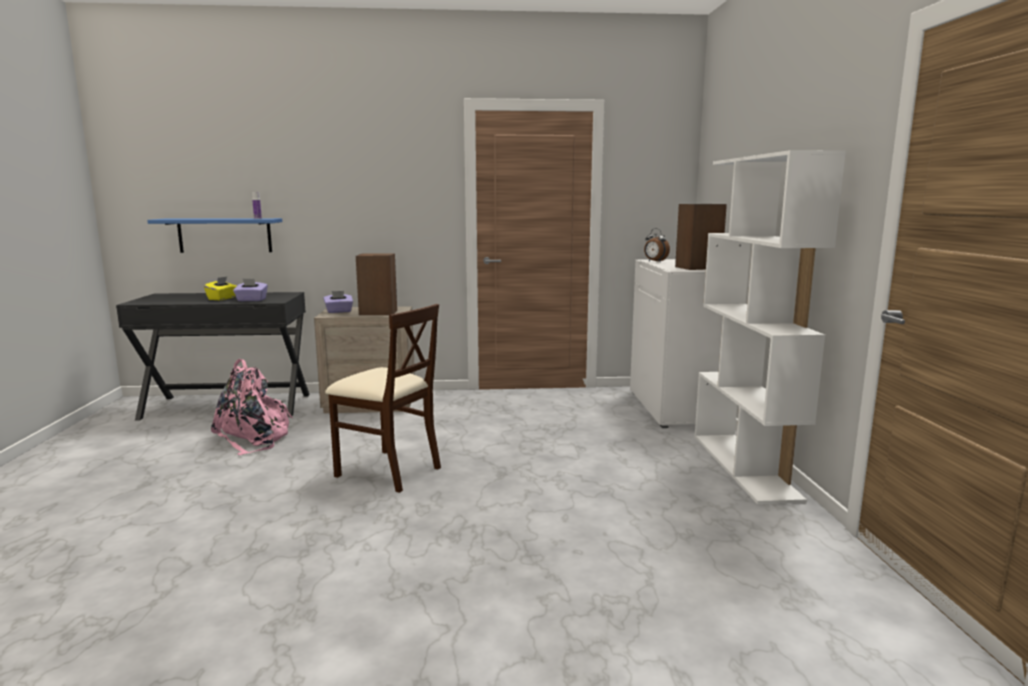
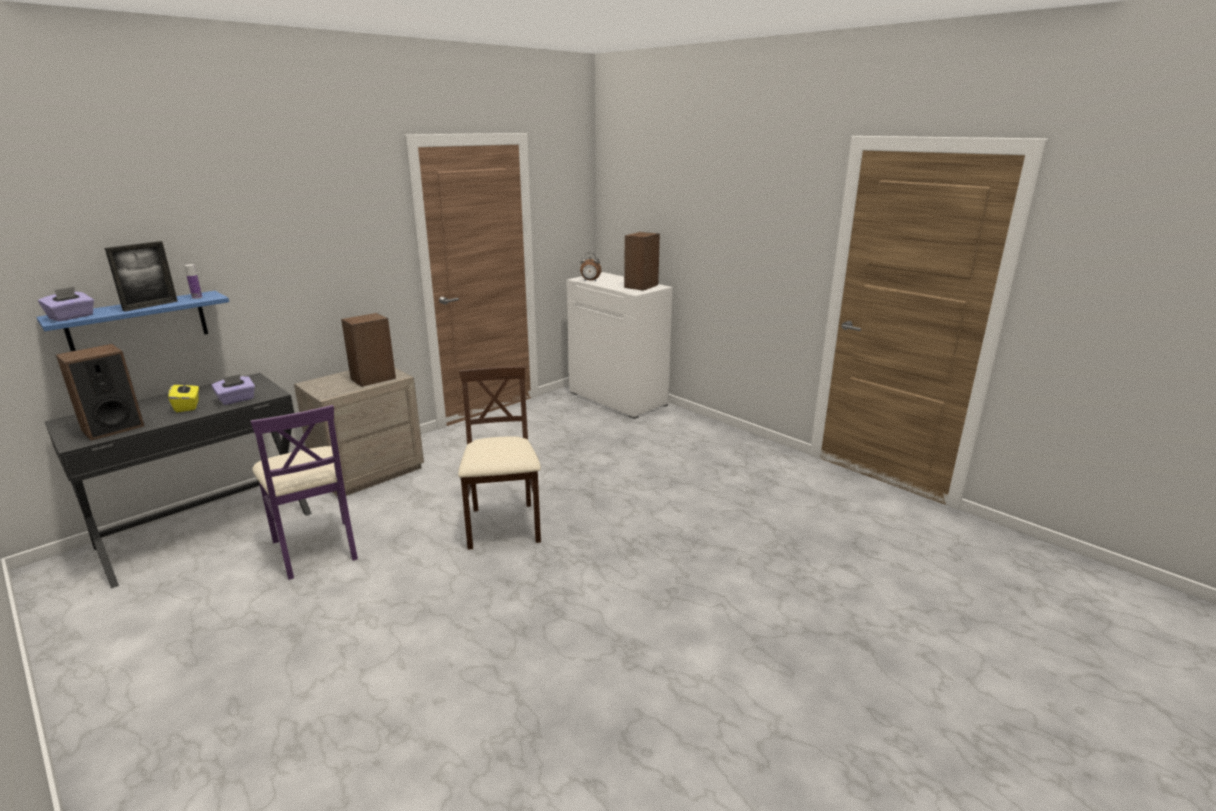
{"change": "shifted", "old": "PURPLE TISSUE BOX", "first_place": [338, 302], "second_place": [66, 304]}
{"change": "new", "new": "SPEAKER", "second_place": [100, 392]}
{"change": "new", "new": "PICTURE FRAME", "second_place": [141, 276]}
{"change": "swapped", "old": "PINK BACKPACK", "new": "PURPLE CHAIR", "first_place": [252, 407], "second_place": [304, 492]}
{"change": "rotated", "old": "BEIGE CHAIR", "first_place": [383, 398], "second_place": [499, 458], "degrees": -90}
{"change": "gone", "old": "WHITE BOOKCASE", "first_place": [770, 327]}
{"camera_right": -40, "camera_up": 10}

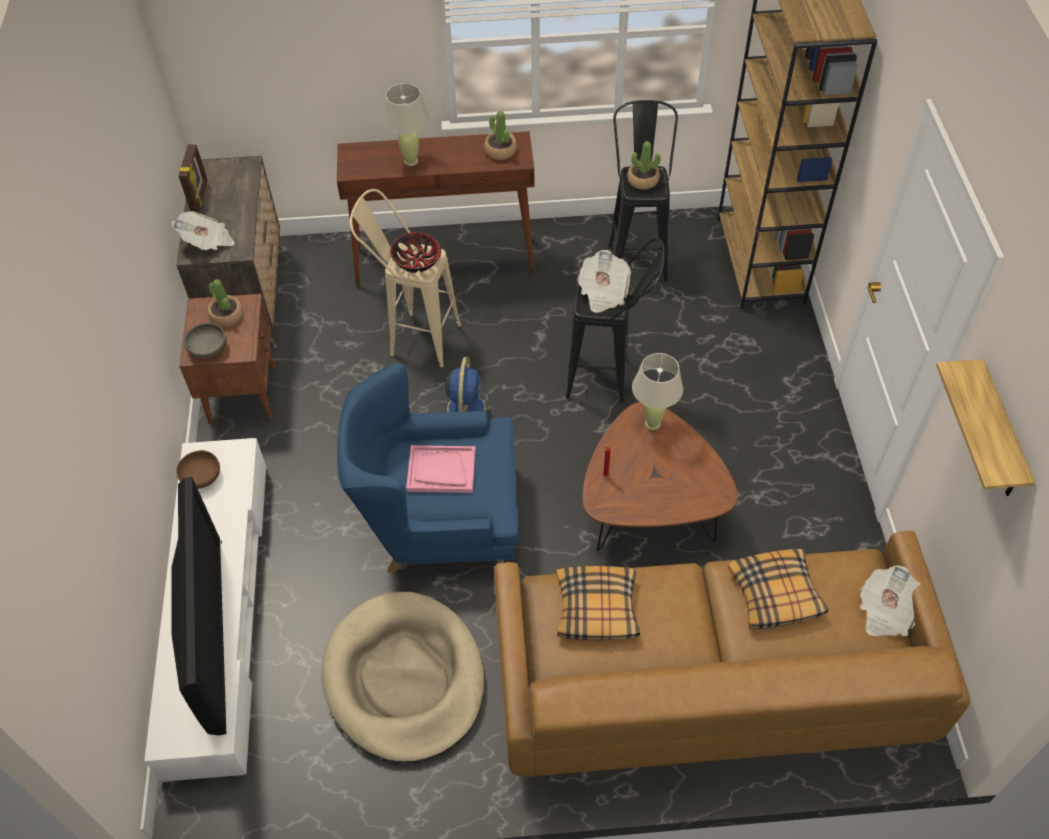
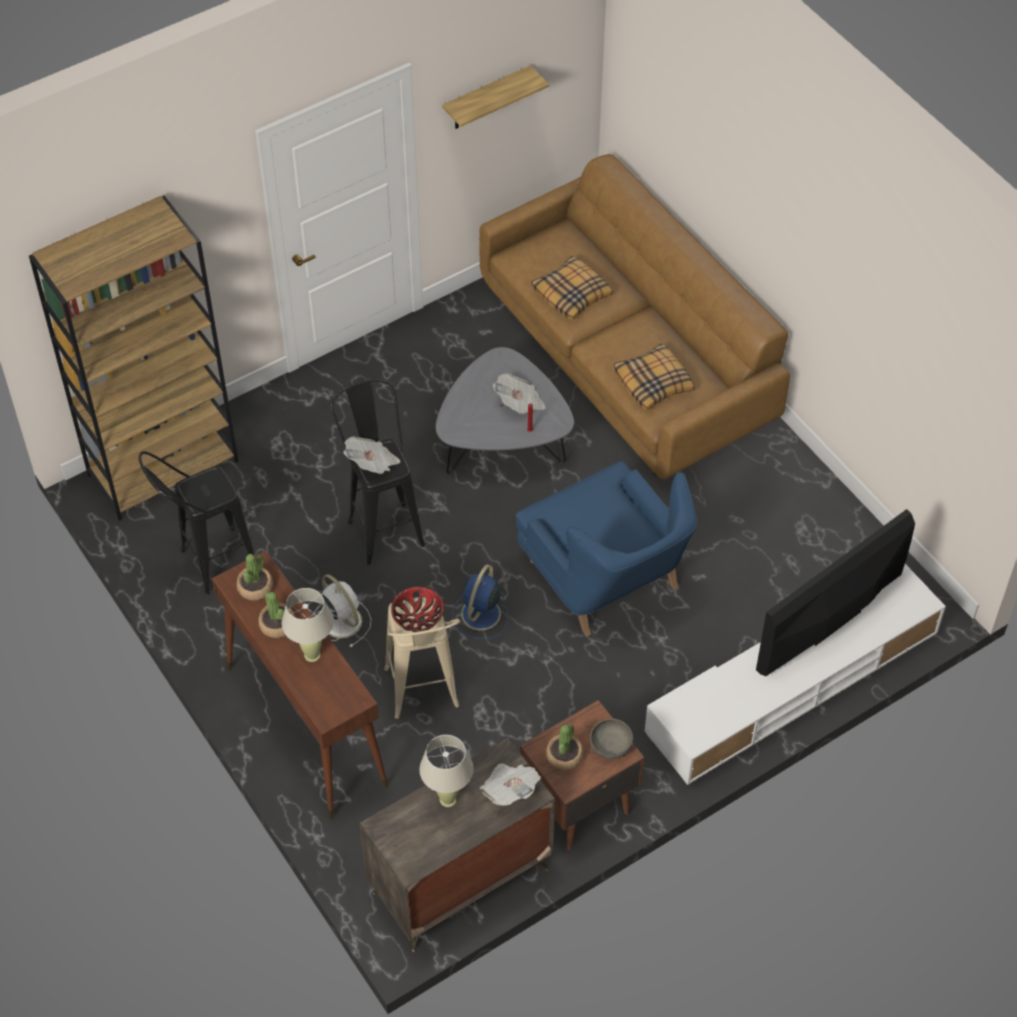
{"change": "shifted", "old": "POTTED PLANT", "first_place": [644, 165], "second_place": [276, 615]}
{"change": "new", "new": "WHITE FAN", "second_place": [342, 610]}
{"change": "shifted", "old": "BEIGE TABLE LAMP", "first_place": [657, 391], "second_place": [446, 771]}
{"change": "repainted", "old": "BROWN COFFEE TABLE", "new": "GREY COFFEE TABLE", "first_place": [660, 476], "second_place": [505, 410]}
{"change": "rotated", "old": "BLUE FAN", "first_place": [466, 389], "second_place": [480, 601], "degrees": -45}
{"change": "shifted", "old": "NEWSPAPER", "first_place": [890, 600], "second_place": [519, 393]}
{"change": "gone", "old": "BROWN BOWL", "first_place": [198, 469]}
{"change": "gone", "old": "PICTURE FRAME", "first_place": [193, 177]}
{"change": "gone", "old": "BEIGE DOG BED", "first_place": [402, 677]}
{"change": "gone", "old": "PINK TRAY", "first_place": [441, 469]}
{"camera_right": -120, "camera_up": 0}

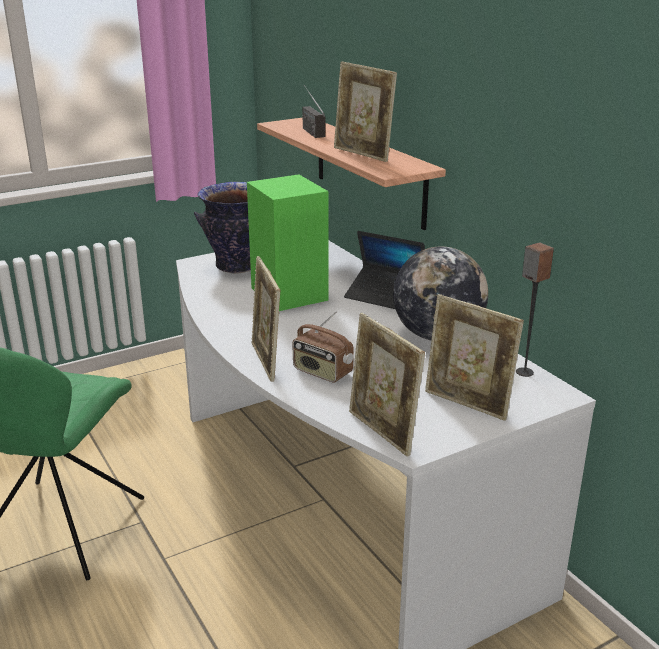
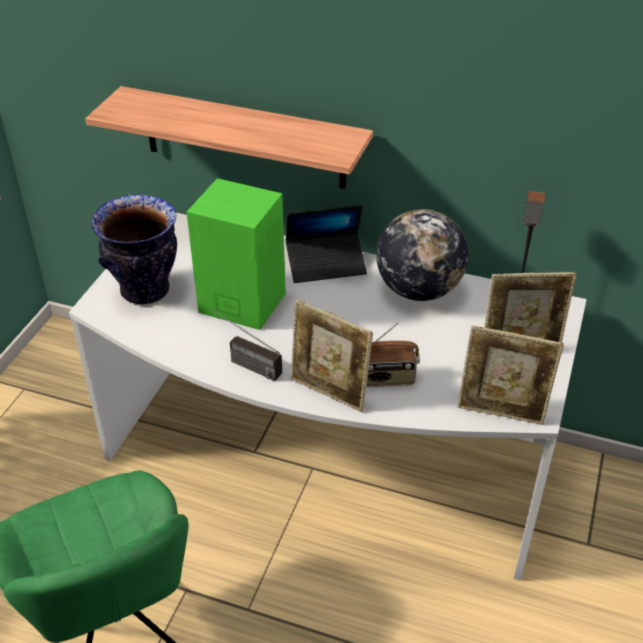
{"change": "shifted", "old": "RADIO", "first_place": [313, 111], "second_place": [246, 345]}
{"change": "gone", "old": "PICTURE FRAME", "first_place": [365, 111]}
{"camera_right": -40, "camera_up": 15}

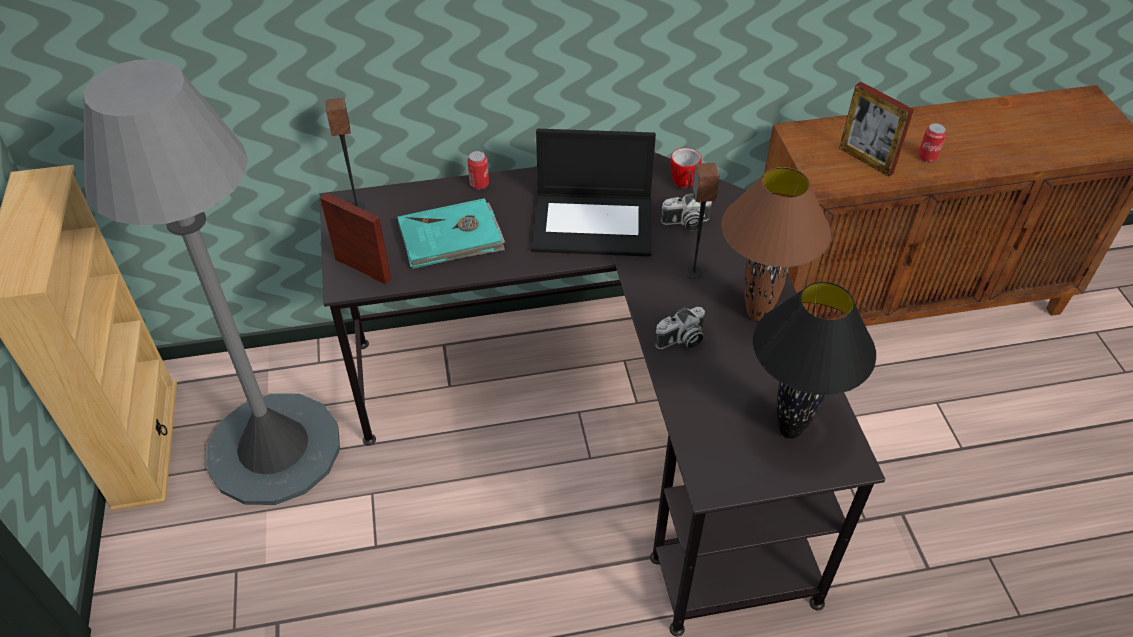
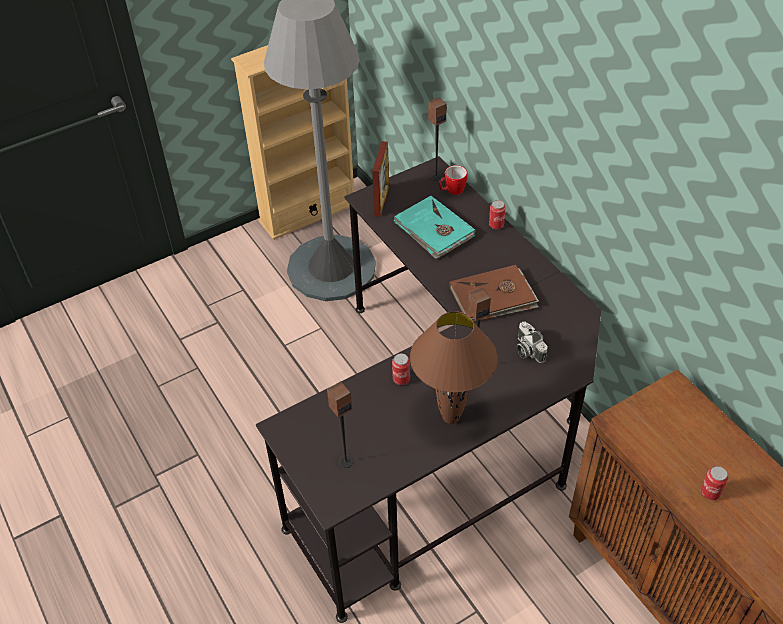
{"change": "swapped", "old": "BLACK TABLE LAMP", "new": "SPEAKER", "first_place": [814, 360], "second_place": [340, 424]}
{"change": "swapped", "old": "PHOTO CAMERA", "new": "CAN", "first_place": [680, 328], "second_place": [401, 369]}
{"change": "shifted", "old": "MUG", "first_place": [686, 168], "second_place": [453, 180]}
{"change": "swapped", "old": "LAPTOP", "new": "BROWN BOOK", "first_place": [593, 193], "second_place": [494, 293]}
{"change": "gone", "old": "PICTURE FRAME", "first_place": [876, 129]}
{"camera_right": 70, "camera_up": 0}

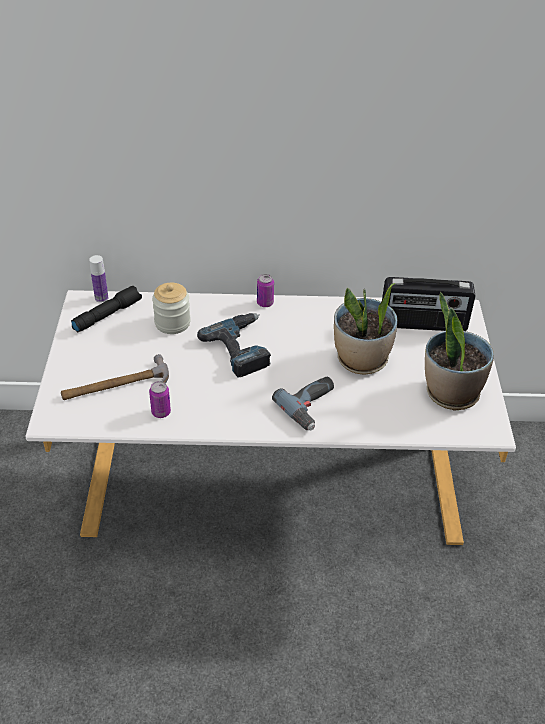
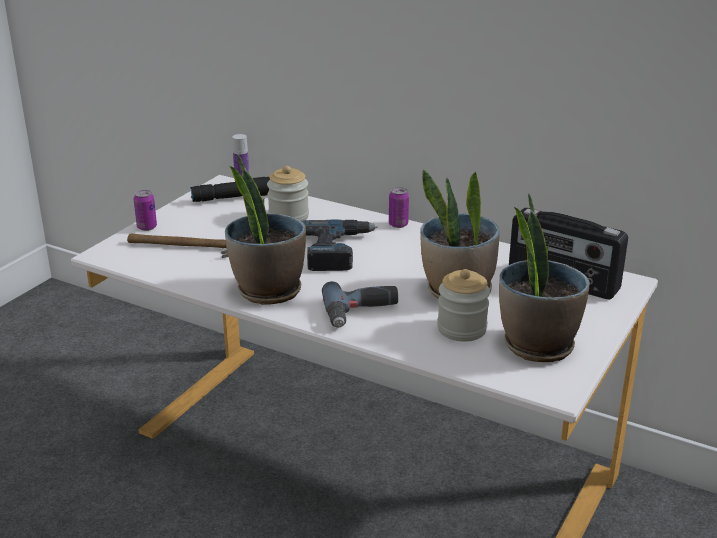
{"change": "shifted", "old": "CAN", "first_place": [160, 399], "second_place": [145, 210]}
{"change": "new", "new": "POTTED PLANT", "second_place": [265, 229]}
{"change": "new", "new": "JAR", "second_place": [463, 305]}
{"camera_right": 30, "camera_up": -15}

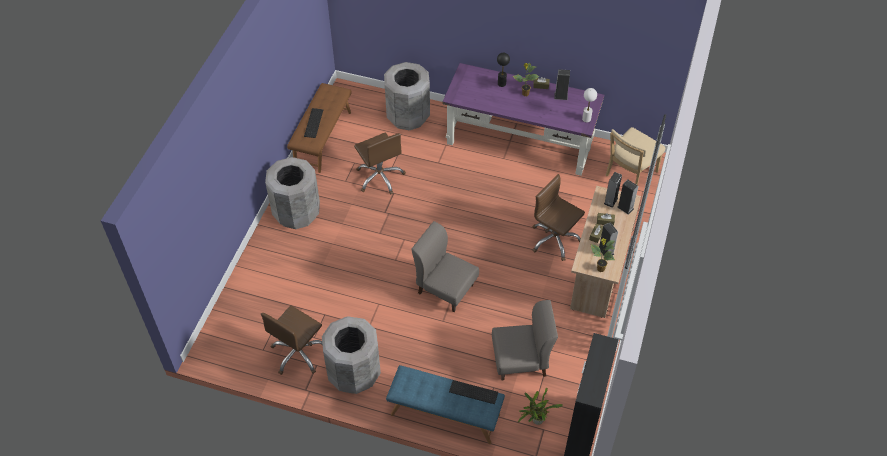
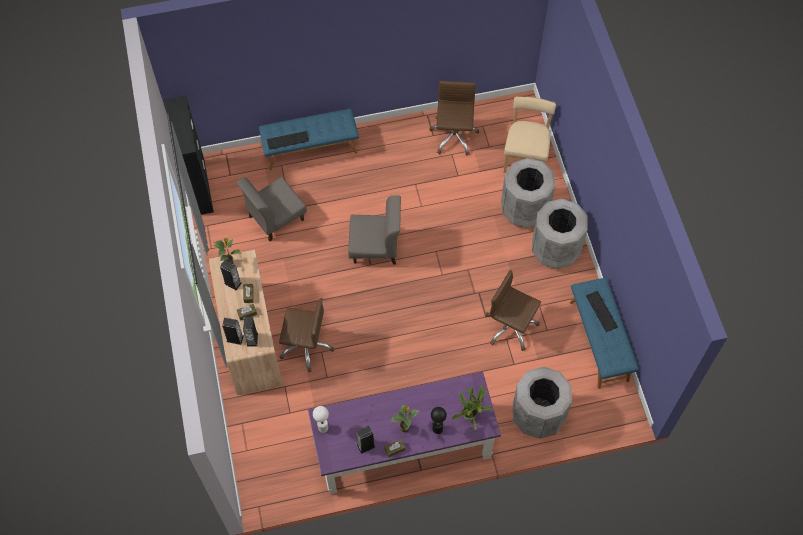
{"change": "shifted", "old": "POTTED PLANT", "first_place": [540, 406], "second_place": [472, 407]}
{"change": "shifted", "old": "GREY TRASH CAN", "first_place": [351, 355], "second_place": [528, 193]}
{"change": "shifted", "old": "BEIGE CHAIR", "first_place": [636, 156], "second_place": [530, 134]}
{"change": "repainted", "old": "BROWN BENCH", "new": "BLUE BENCH", "first_place": [319, 128], "second_place": [604, 333]}
{"camera_right": 150, "camera_up": 10}

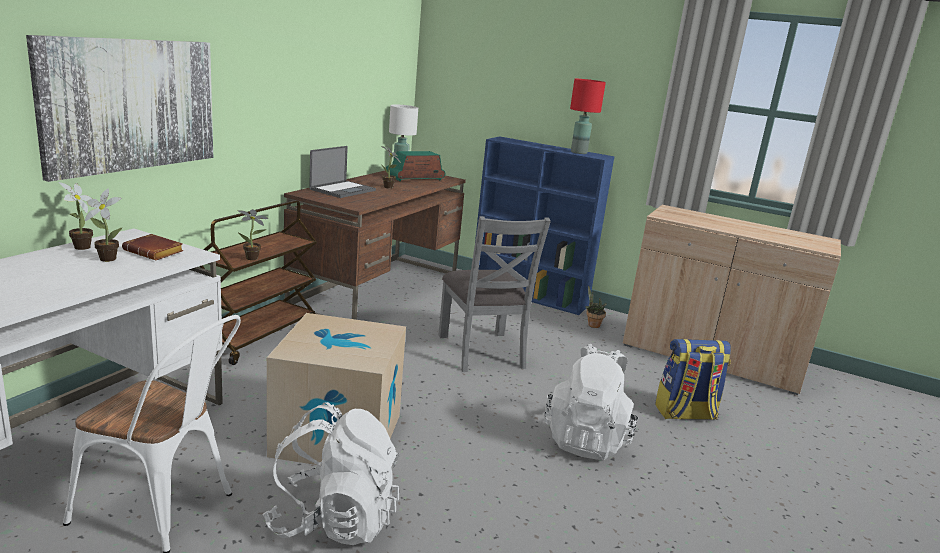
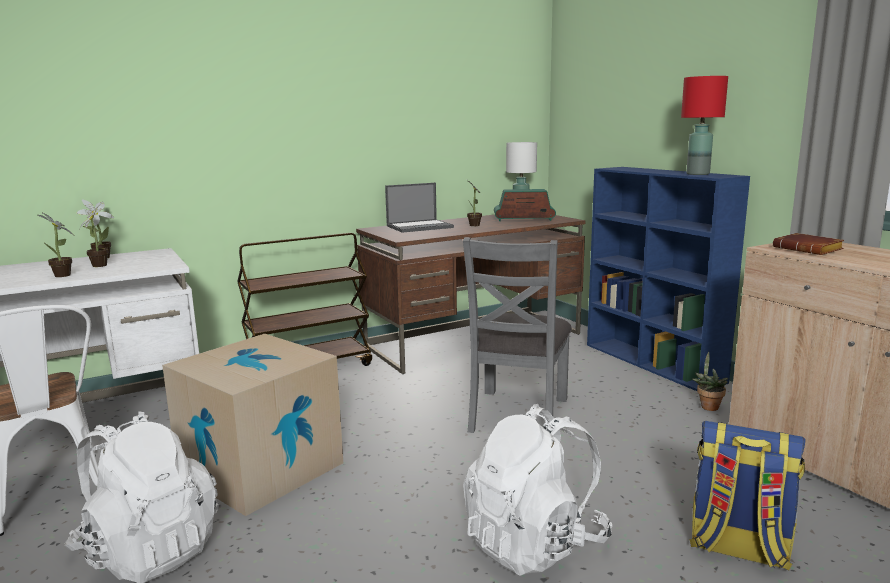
{"change": "shifted", "old": "POTTED PLANT", "first_place": [253, 234], "second_place": [55, 244]}
{"change": "shifted", "old": "BROWN BOOK", "first_place": [153, 247], "second_place": [808, 244]}
{"change": "gone", "old": "PICTURE", "first_place": [119, 108]}
{"camera_right": 35, "camera_up": -5}

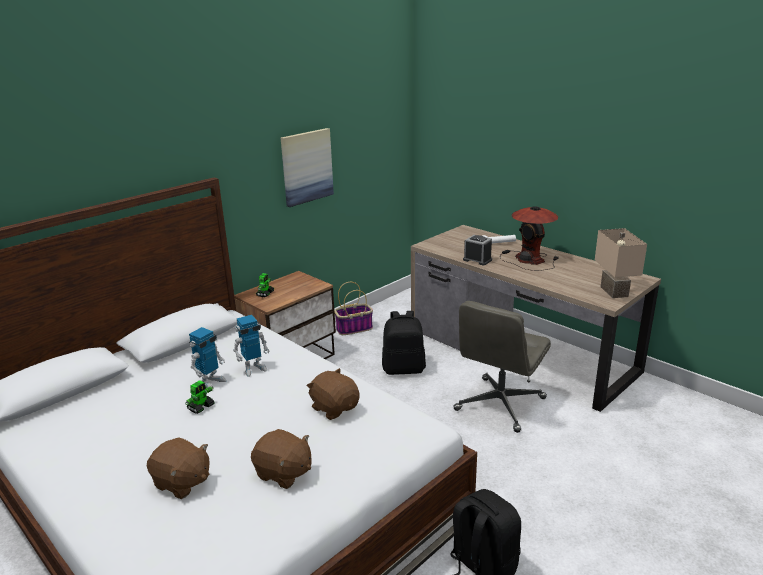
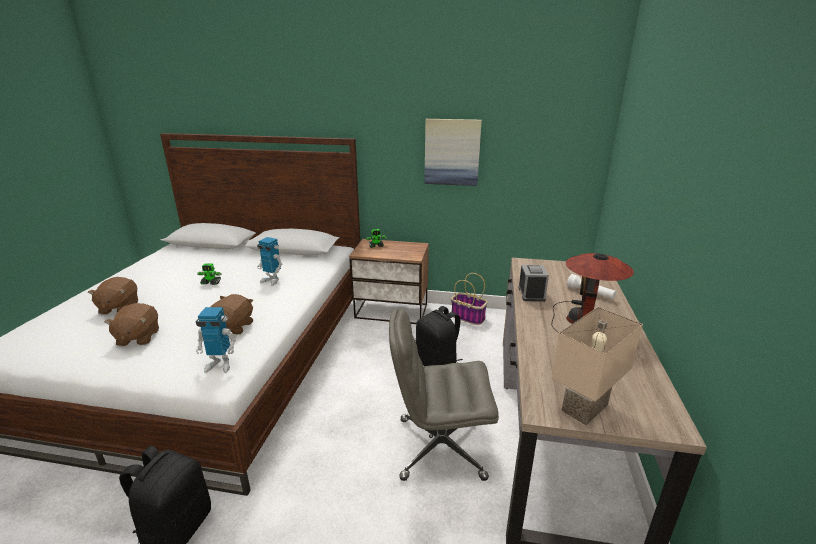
{"change": "shifted", "old": "TOY ROBOT", "first_place": [207, 357], "second_place": [216, 340]}
{"camera_right": 55, "camera_up": 0}

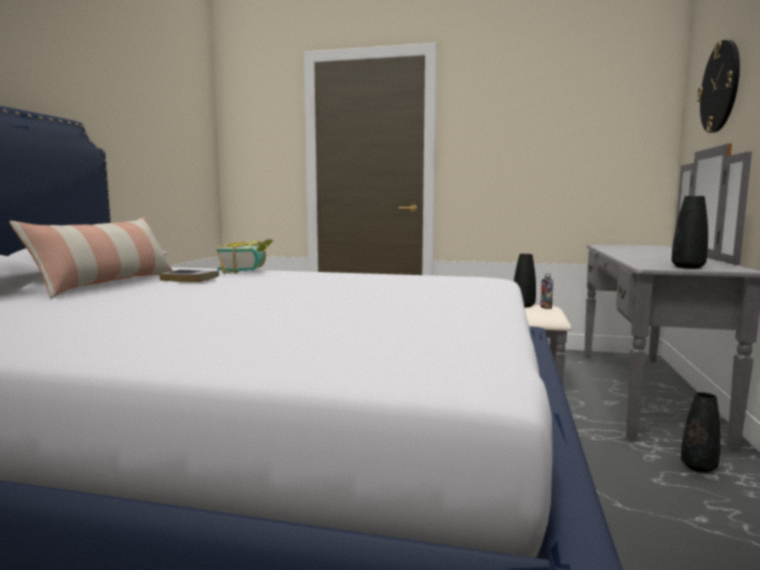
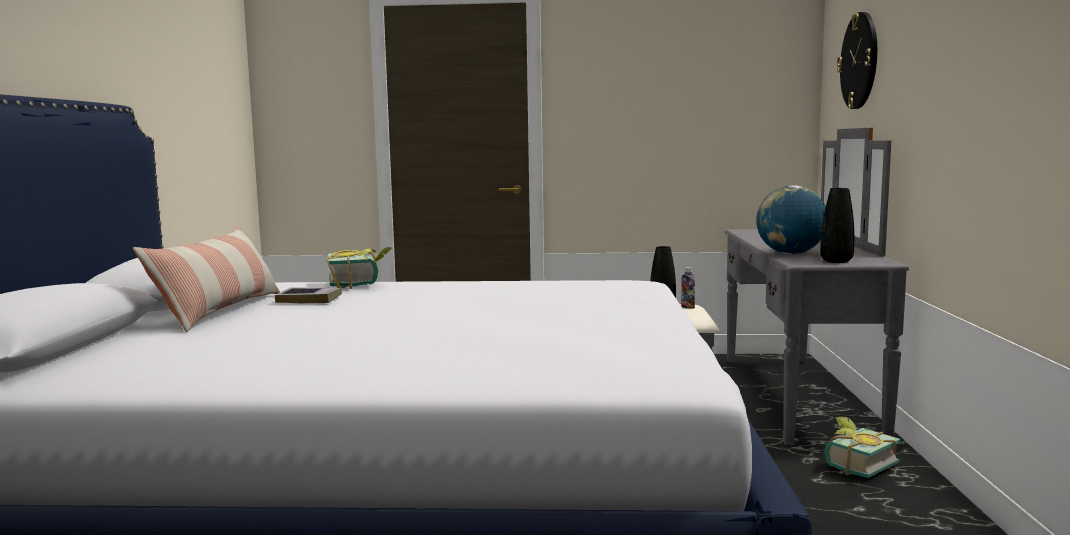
{"change": "new", "new": "GLOBE", "second_place": [791, 220]}
{"change": "swapped", "old": "BLACK VASE", "new": "BOOK", "first_place": [701, 432], "second_place": [862, 447]}
{"camera_right": -10, "camera_up": 0}

